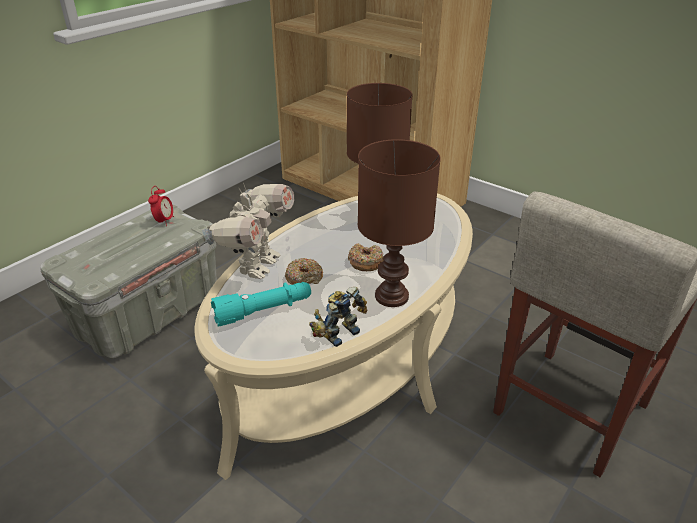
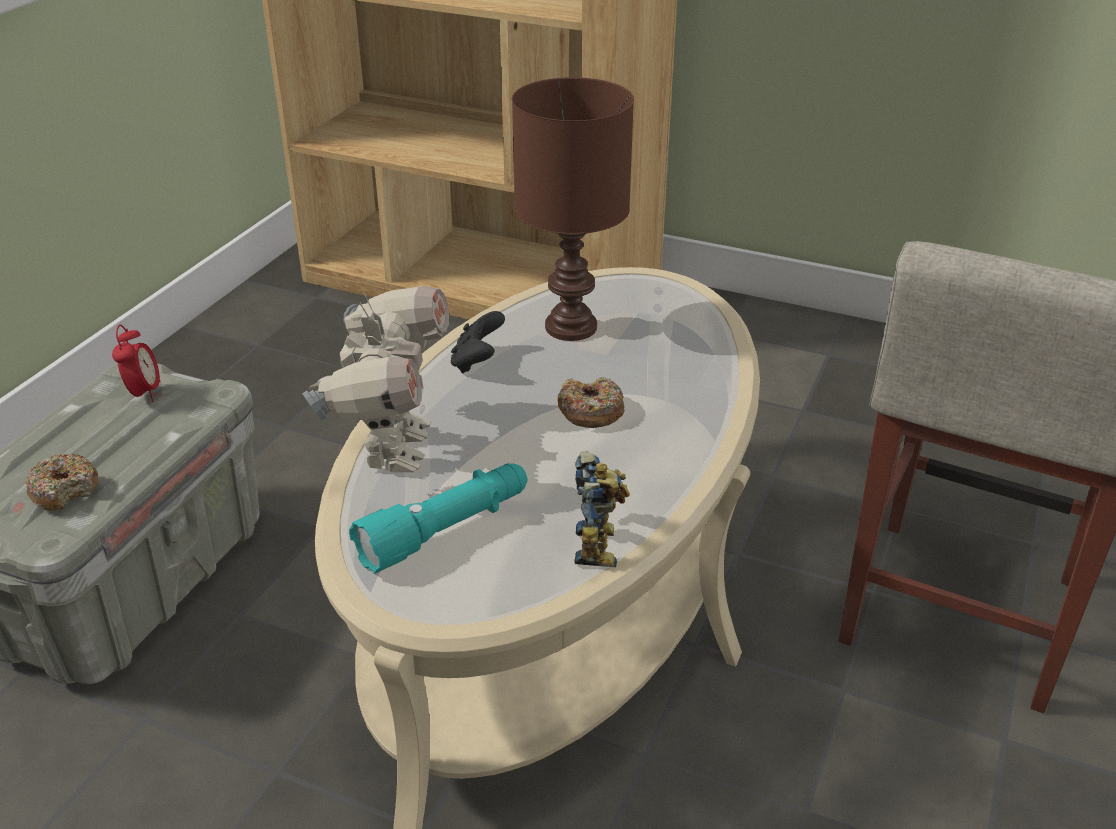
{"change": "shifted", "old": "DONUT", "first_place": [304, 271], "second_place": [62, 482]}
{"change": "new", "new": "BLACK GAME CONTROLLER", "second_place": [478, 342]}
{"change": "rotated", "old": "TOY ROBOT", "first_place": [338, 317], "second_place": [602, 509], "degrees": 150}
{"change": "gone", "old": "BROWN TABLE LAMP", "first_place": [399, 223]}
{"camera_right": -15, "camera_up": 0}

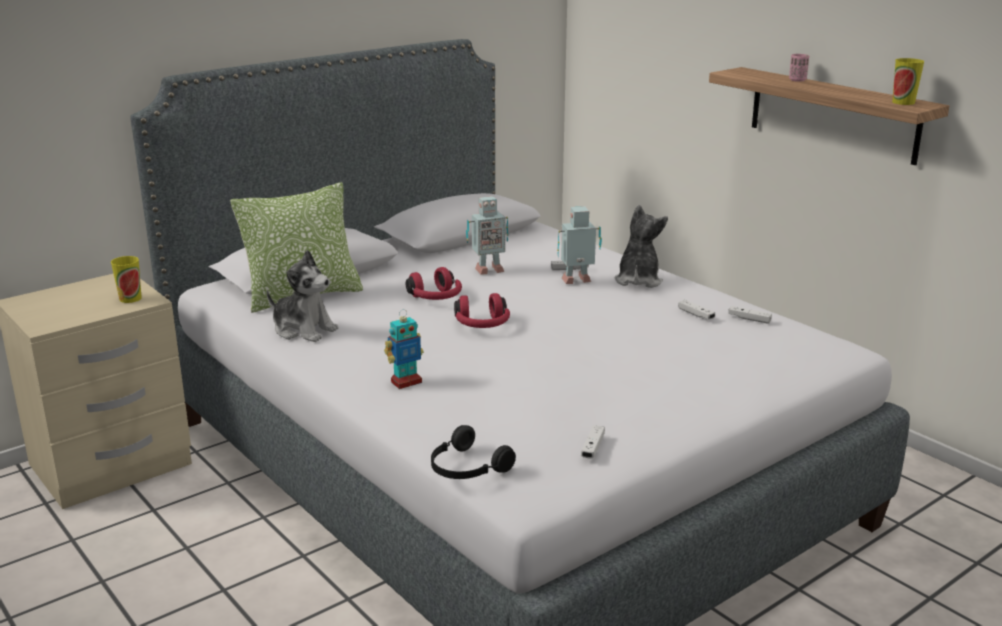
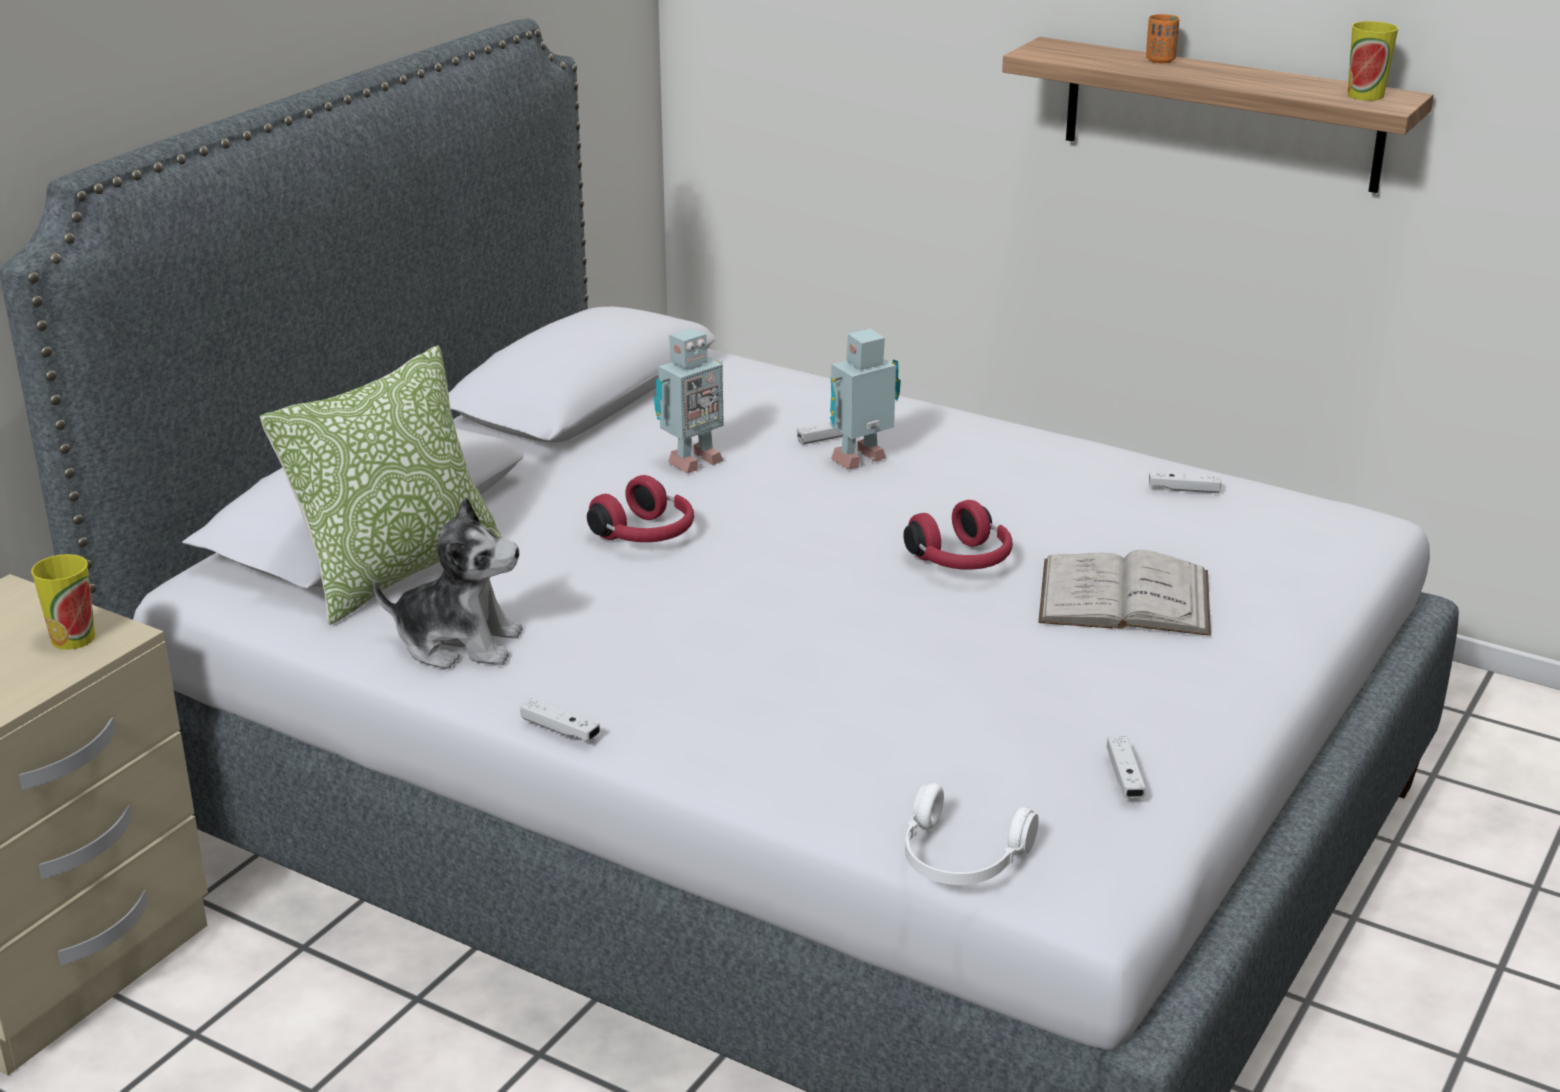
{"change": "shifted", "old": "WHITE GAME CONTROLLER", "first_place": [697, 310], "second_place": [560, 719]}
{"change": "shifted", "old": "RED HEADPHONES", "first_place": [482, 310], "second_place": [958, 535]}
{"change": "repainted", "old": "BLACK HEADPHONES", "new": "WHITE HEADPHONES", "first_place": [473, 452], "second_place": [972, 834]}
{"change": "new", "new": "WHITE BOOK", "second_place": [1124, 593]}
{"change": "repainted", "old": "PINK CUP", "new": "ORANGE CUP", "first_place": [799, 68], "second_place": [1163, 38]}
{"change": "gone", "old": "TOY ROBOT", "first_place": [404, 349]}
{"change": "gone", "old": "PLUSH TOY", "first_place": [641, 246]}
{"camera_right": -20, "camera_up": 5}

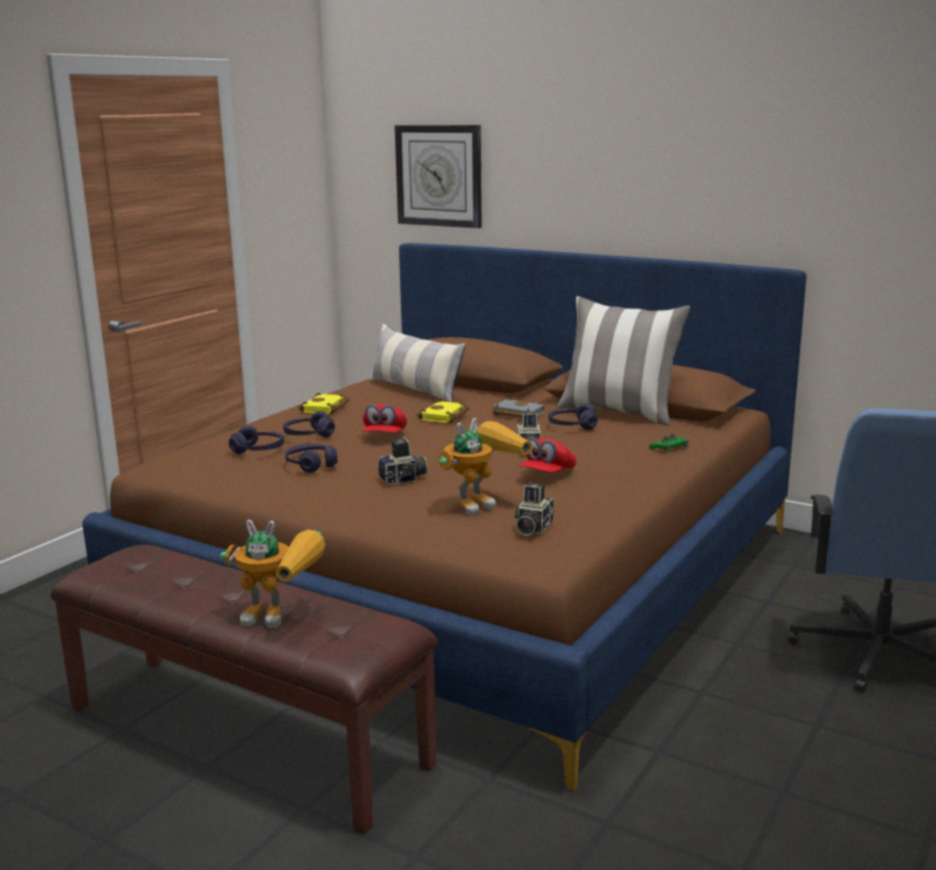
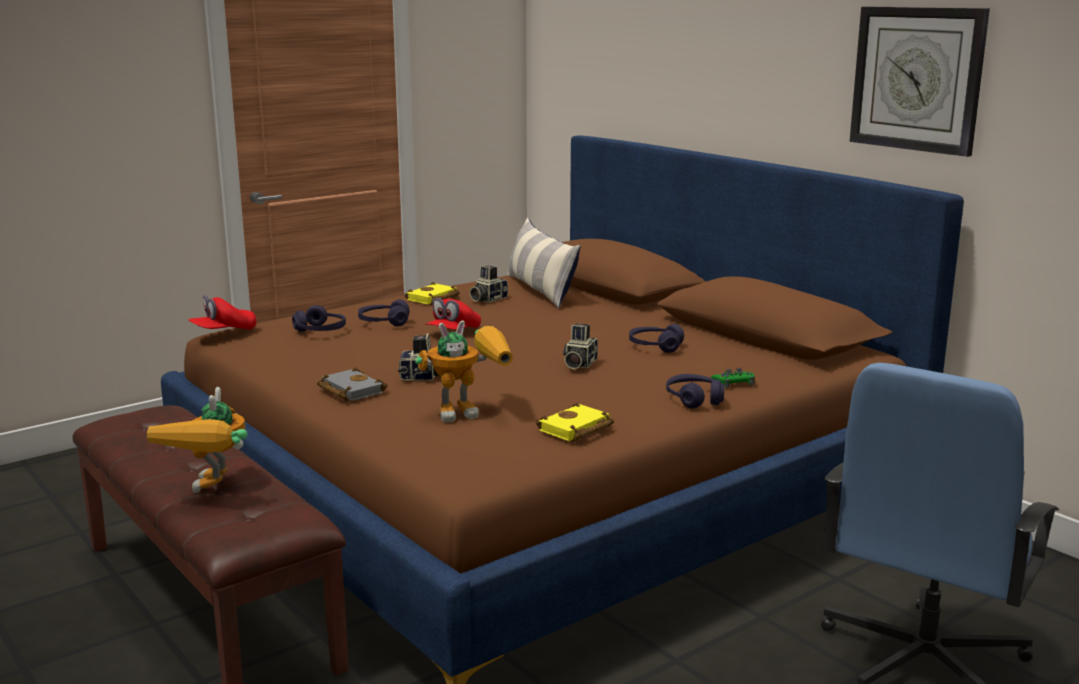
{"change": "rotated", "old": "TOY ROBOT", "first_place": [272, 574], "second_place": [197, 440], "degrees": 60}
{"change": "shifted", "old": "RED CAP", "first_place": [547, 455], "second_place": [222, 312]}
{"change": "shifted", "old": "GREY BOOK", "first_place": [518, 408], "second_place": [352, 385]}
{"change": "shifted", "old": "PHOTO CAMERA", "first_place": [534, 509], "second_place": [488, 284]}
{"change": "shifted", "old": "YELLOW BOOK", "first_place": [443, 411], "second_place": [575, 422]}
{"change": "shifted", "old": "PURPLE HEADPHONES", "first_place": [311, 458], "second_place": [695, 391]}
{"change": "shifted", "old": "WALL CLOCK", "first_place": [438, 176], "second_place": [920, 81]}
{"change": "gone", "old": "PILLOW", "first_place": [623, 361]}
{"camera_right": 20, "camera_up": 0}

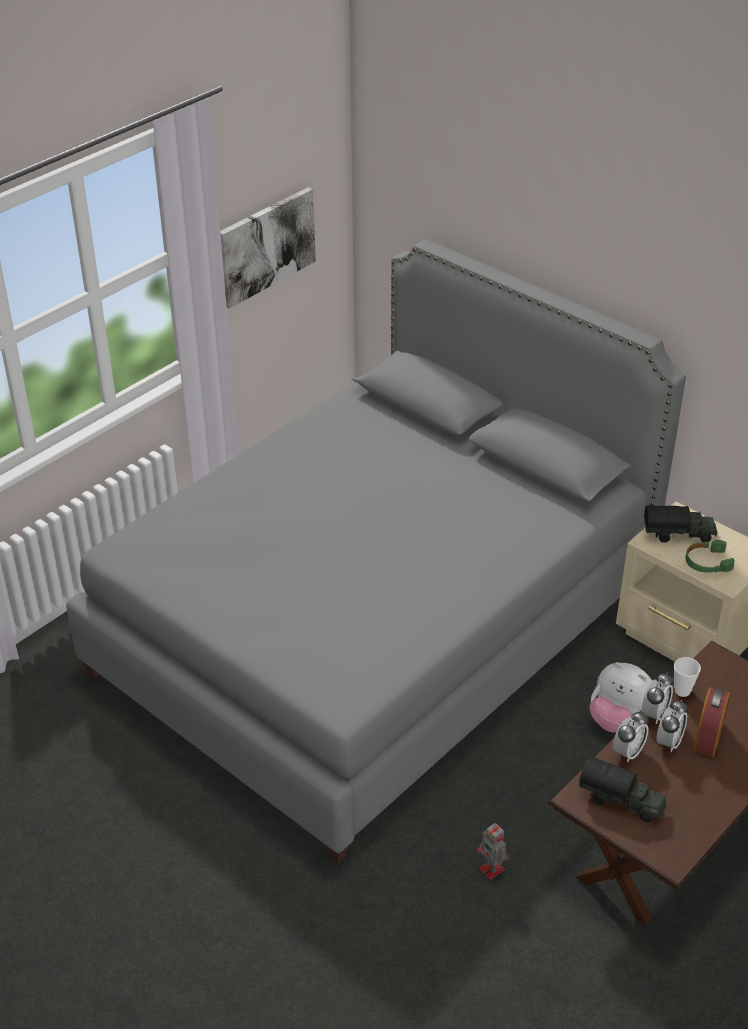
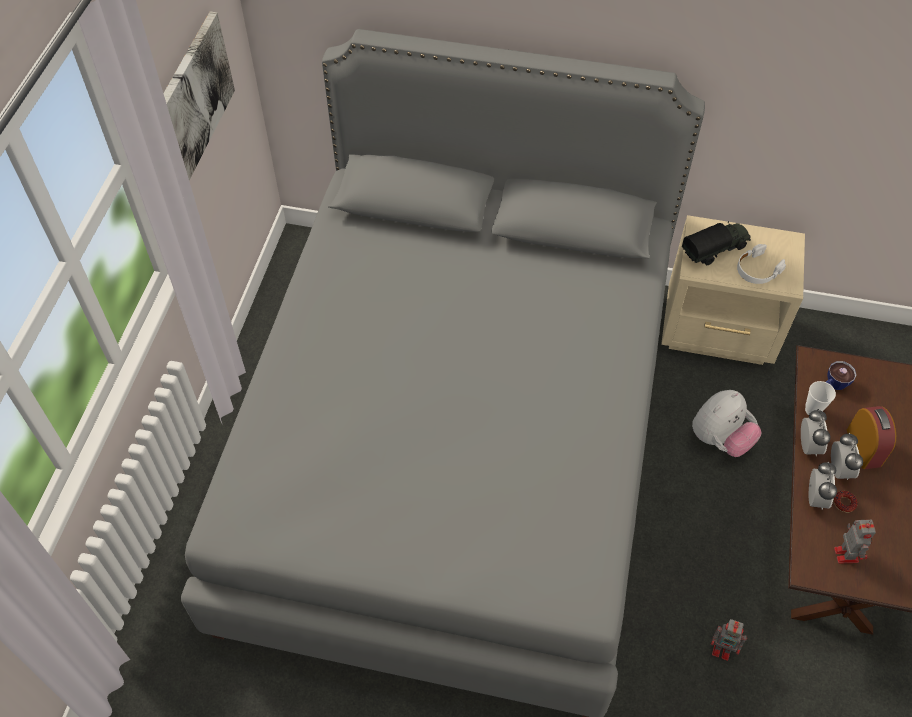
{"change": "rotated", "old": "PLUSH TOY", "first_place": [621, 697], "second_place": [727, 423], "degrees": -45}
{"change": "repainted", "old": "GREEN HEADPHONES", "new": "WHITE HEADPHONES", "first_place": [710, 556], "second_place": [761, 264]}
{"change": "new", "new": "CUP", "second_place": [841, 375]}
{"change": "new", "new": "DONUT", "second_place": [846, 502]}
{"change": "swapped", "old": "TOY TRUCK", "new": "TOY ROBOT", "first_place": [622, 789], "second_place": [855, 542]}
{"camera_right": -30, "camera_up": 15}

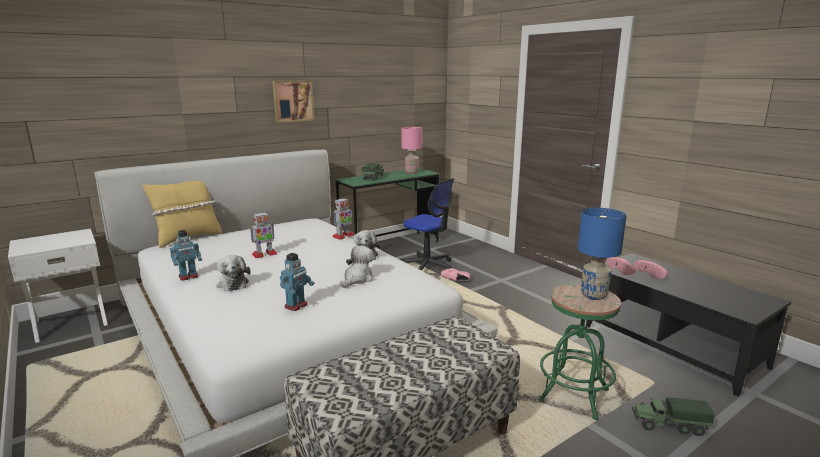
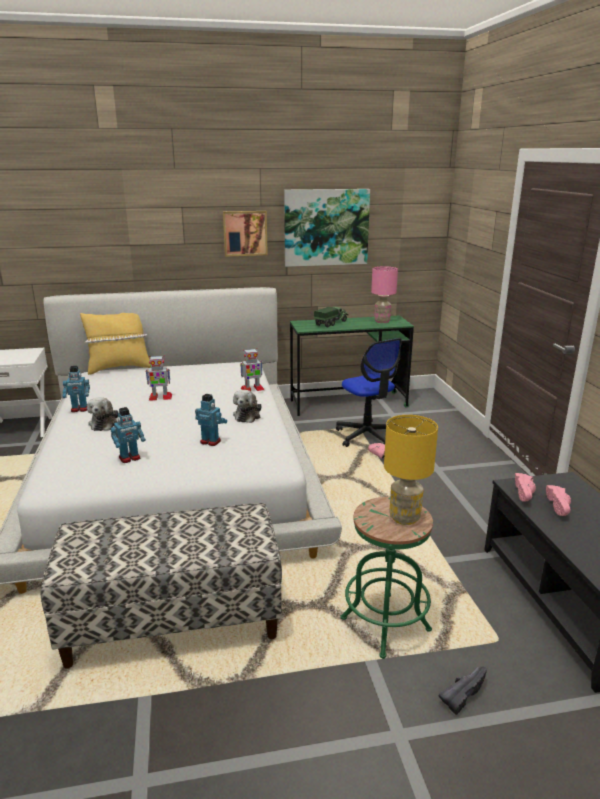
{"change": "swapped", "old": "PLUSH TOY", "new": "TOY ROBOT", "first_place": [357, 266], "second_place": [211, 420]}
{"change": "new", "new": "PICTURE", "second_place": [327, 228]}
{"change": "repainted", "old": "BLUE TABLE LAMP", "new": "YELLOW TABLE LAMP", "first_place": [602, 254], "second_place": [411, 470]}
{"change": "swapped", "old": "TOY TRUCK", "new": "BLACK SHOE", "first_place": [673, 416], "second_place": [463, 690]}
{"camera_right": 25, "camera_up": 5}

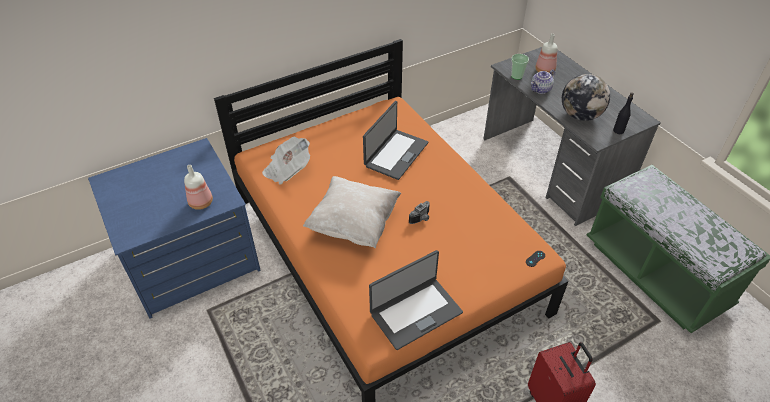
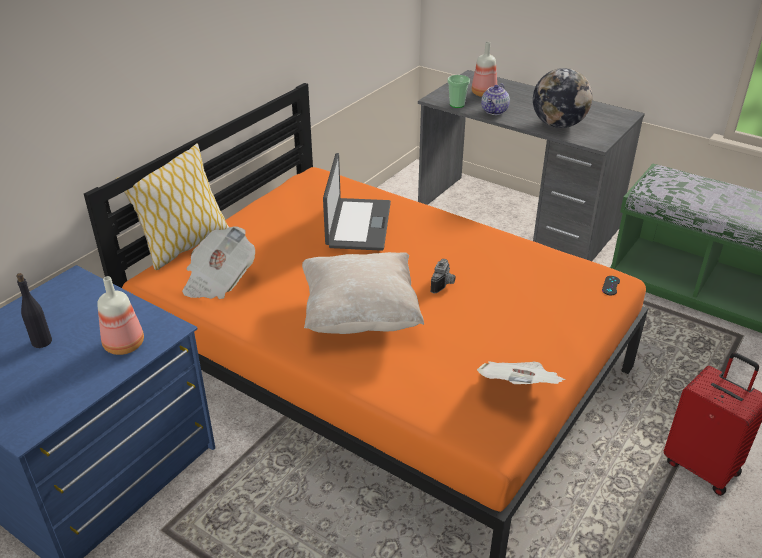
{"change": "shifted", "old": "BLACK BOTTLE", "first_place": [623, 113], "second_place": [34, 310]}
{"change": "new", "new": "PILLOW", "second_place": [172, 206]}
{"change": "swapped", "old": "LAPTOP", "new": "NEWSPAPER", "first_place": [416, 300], "second_place": [521, 372]}
{"camera_right": -25, "camera_up": -10}

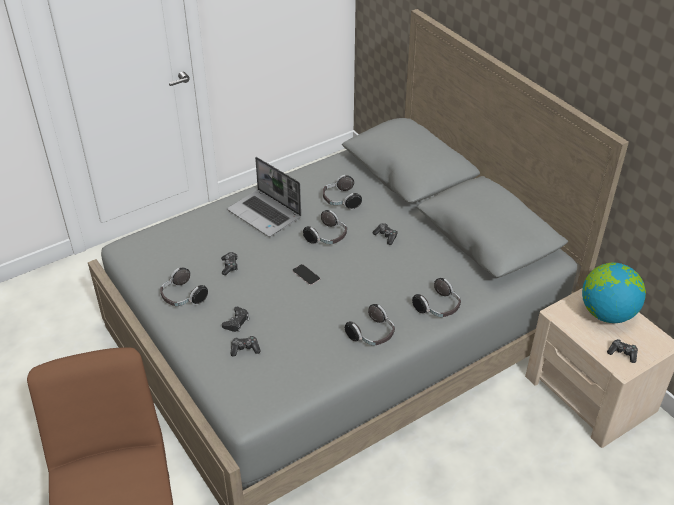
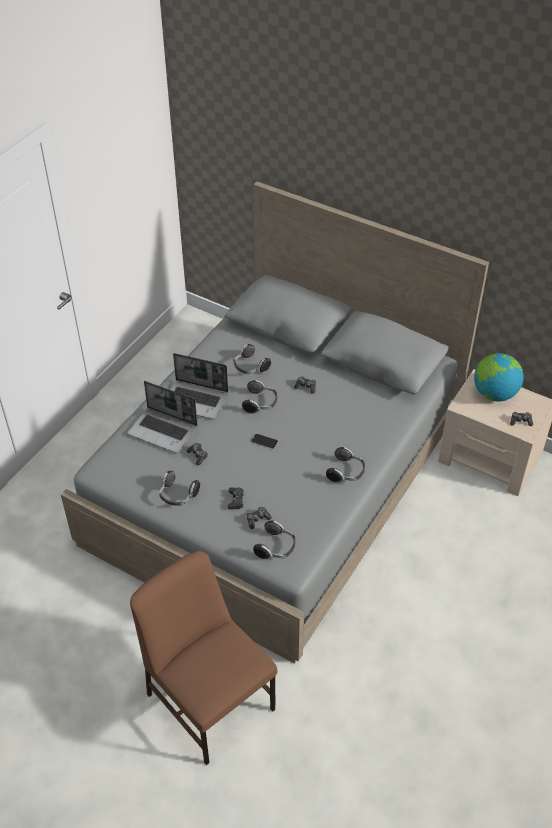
{"change": "new", "new": "LAPTOP", "second_place": [162, 417]}
{"change": "shifted", "old": "HEADPHONES", "first_place": [436, 297], "second_place": [274, 539]}
{"camera_right": -25, "camera_up": 5}

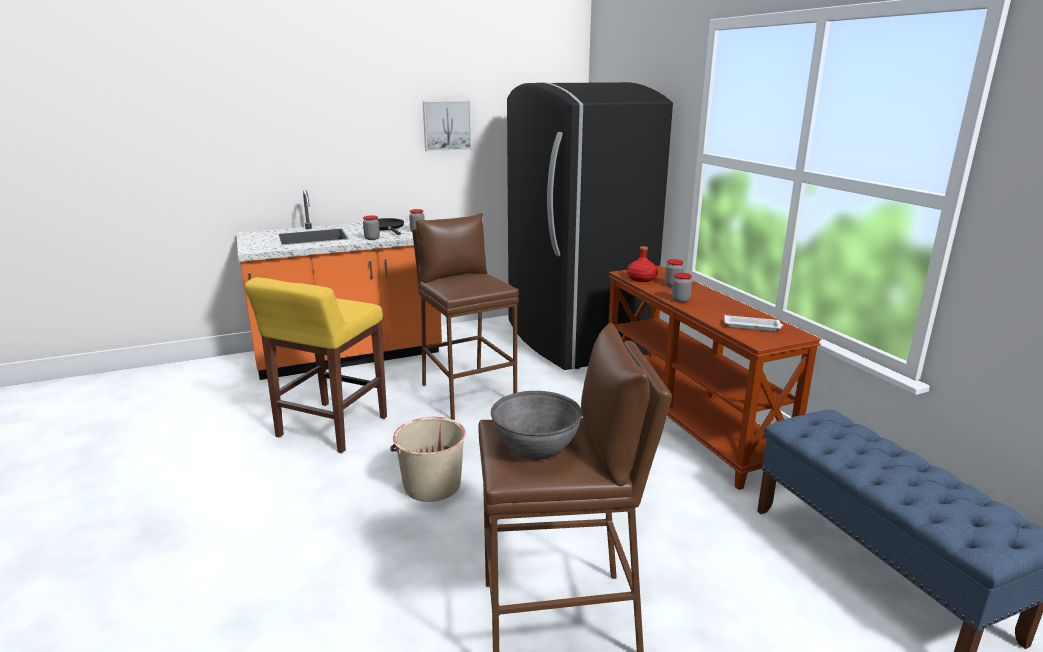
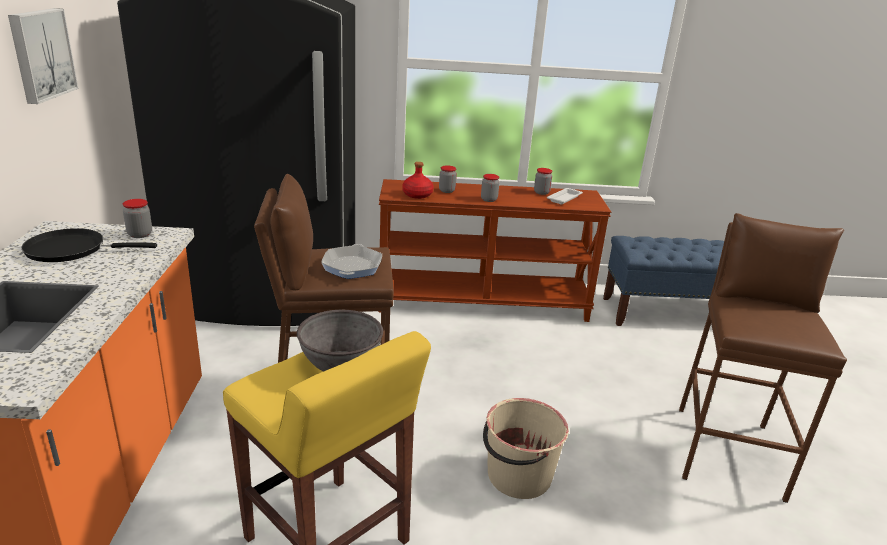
{"change": "shifted", "old": "GREY BOWL", "first_place": [536, 425], "second_place": [340, 341]}
{"change": "new", "new": "FRYING PAN", "second_place": [351, 261]}
{"change": "shifted", "old": "JAR", "first_place": [371, 227], "second_place": [543, 181]}
{"camera_right": -70, "camera_up": 5}

